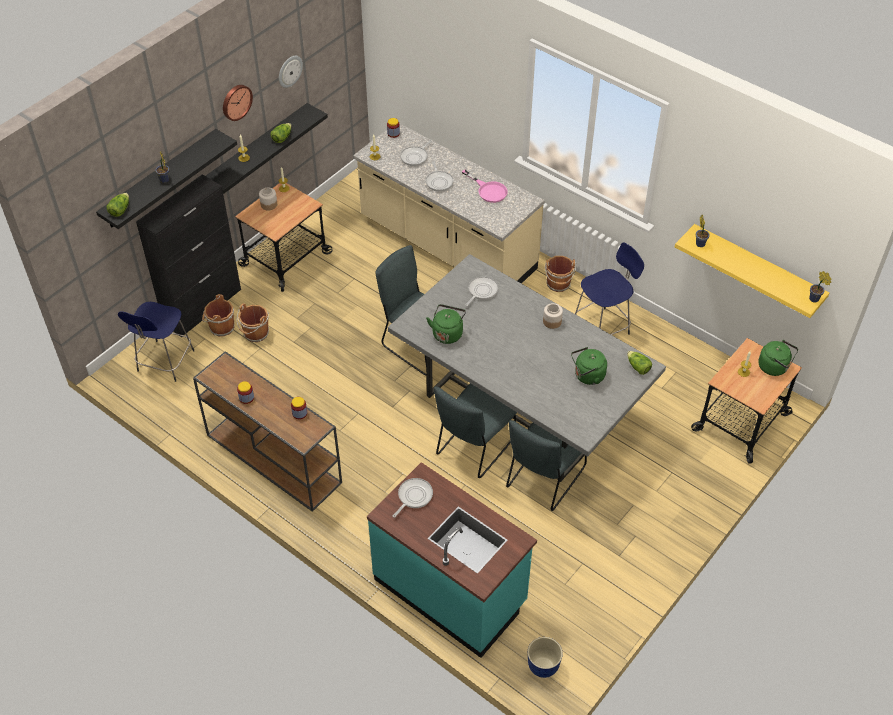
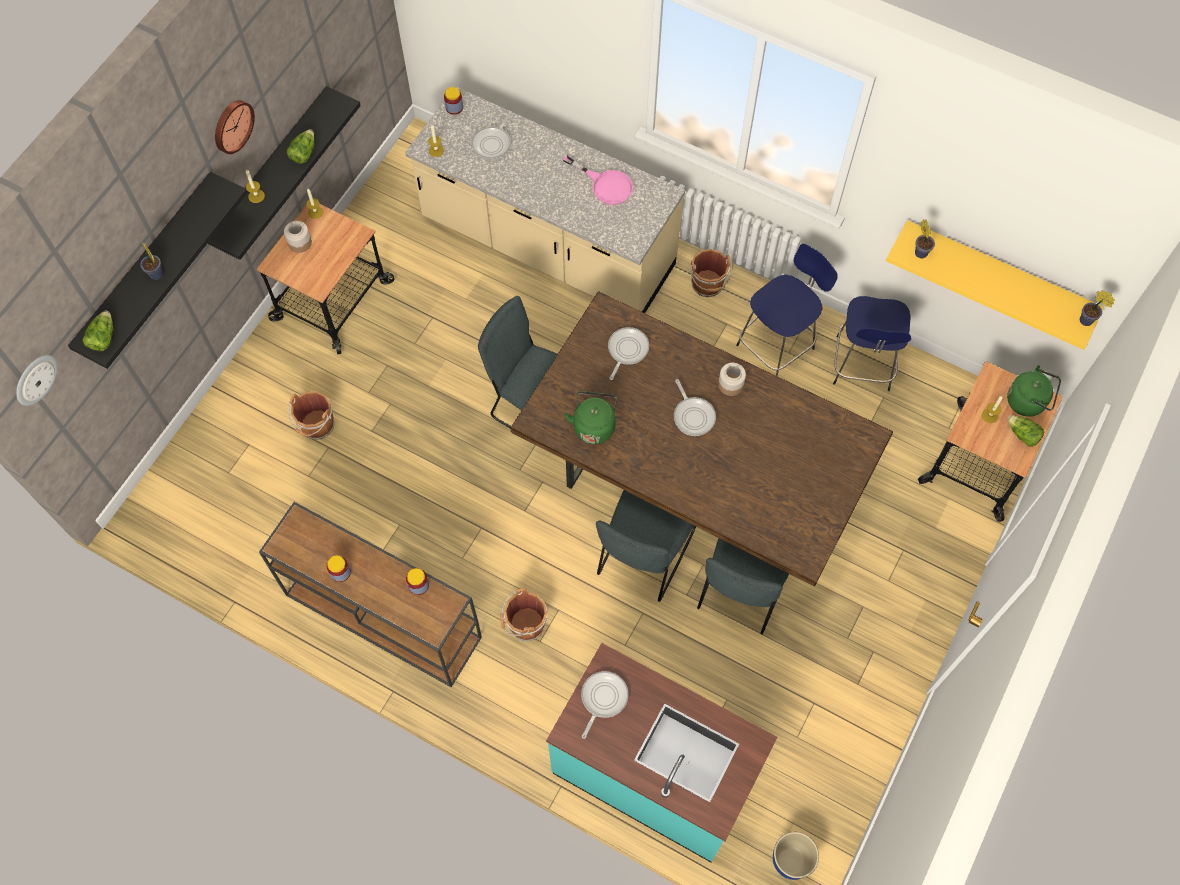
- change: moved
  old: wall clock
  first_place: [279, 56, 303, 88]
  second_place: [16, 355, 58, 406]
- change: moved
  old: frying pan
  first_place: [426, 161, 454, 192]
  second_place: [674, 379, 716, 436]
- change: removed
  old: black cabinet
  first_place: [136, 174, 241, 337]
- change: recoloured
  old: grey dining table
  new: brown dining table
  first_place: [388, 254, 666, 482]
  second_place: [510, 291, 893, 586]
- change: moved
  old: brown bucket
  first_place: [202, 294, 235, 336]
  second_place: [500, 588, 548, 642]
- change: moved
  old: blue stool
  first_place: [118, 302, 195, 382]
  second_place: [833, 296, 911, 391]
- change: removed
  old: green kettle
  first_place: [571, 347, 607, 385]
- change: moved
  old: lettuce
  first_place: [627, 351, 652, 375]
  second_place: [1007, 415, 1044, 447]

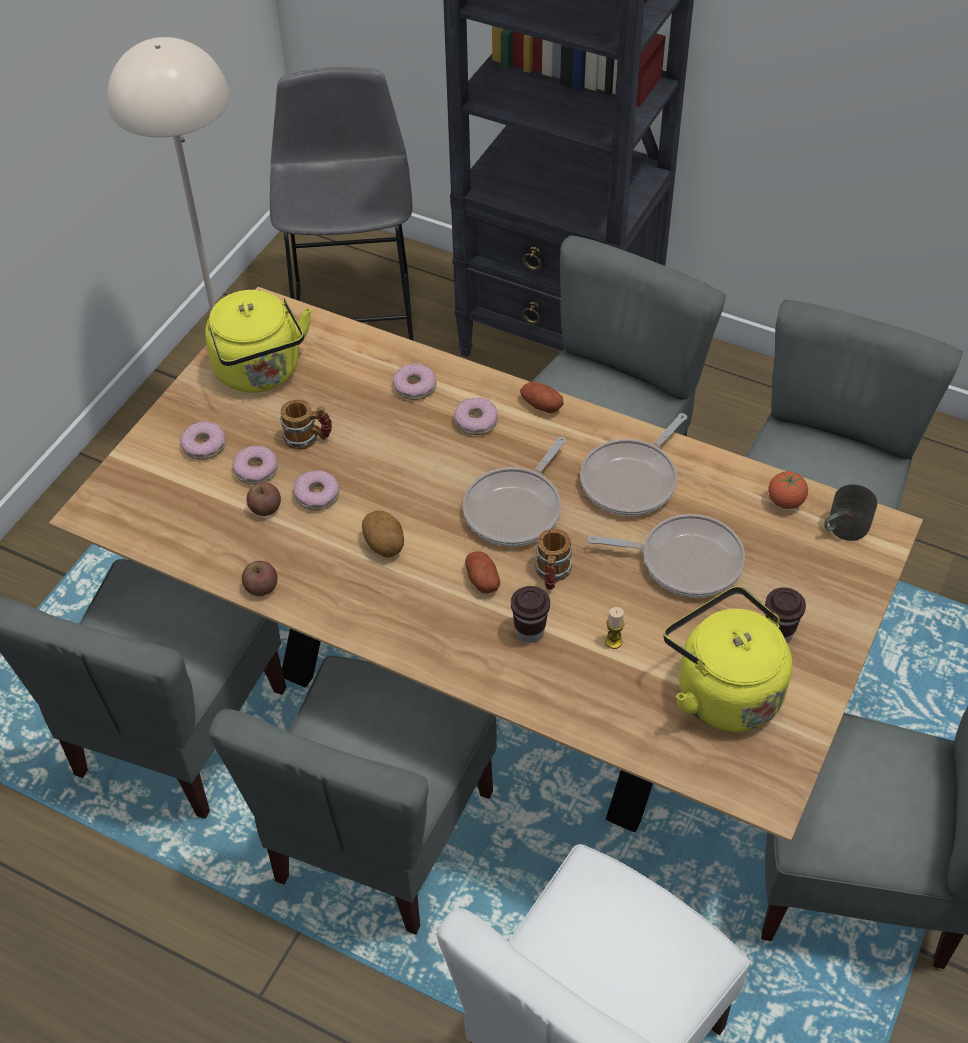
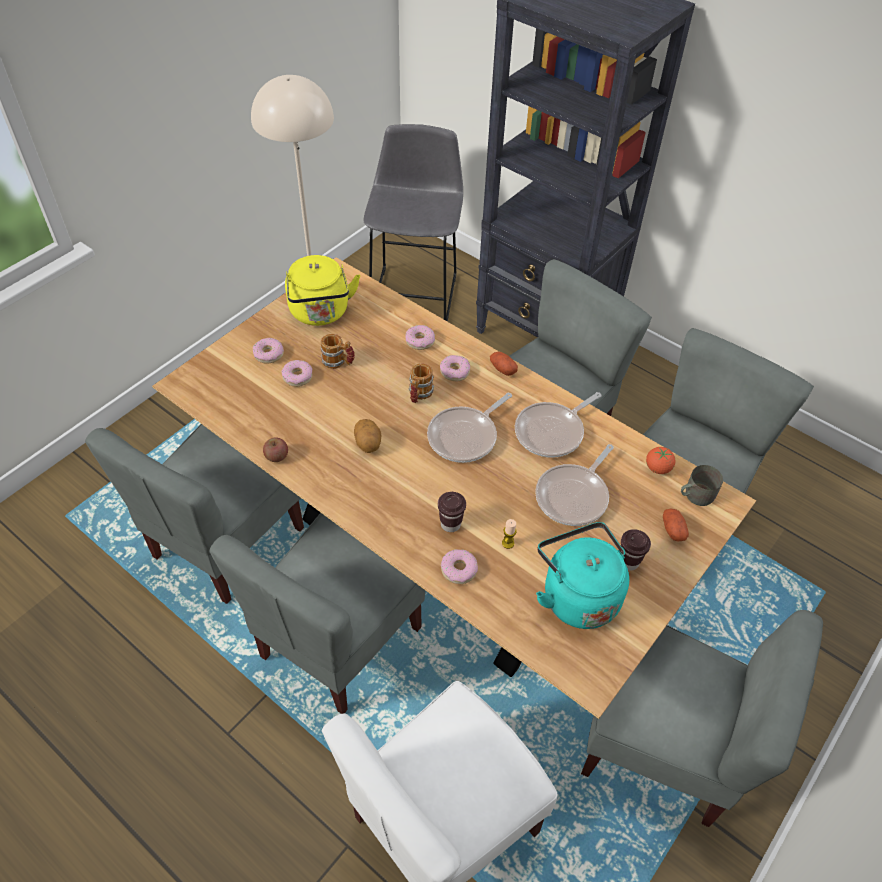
- change: moved
  old: donut
  first_place: [293, 470, 340, 511]
  second_place: [441, 549, 478, 584]
- change: removed
  old: apple
  first_place: [247, 482, 281, 516]
- change: turned
  old: frying pan
  first_place: [588, 514, 745, 597]
  second_place: [535, 444, 614, 526]
  degrees: 105
- change: moved
  old: mug
  first_place: [535, 529, 572, 590]
  second_place: [409, 363, 434, 403]
- change: moved
  old: potato
  first_place: [465, 551, 500, 594]
  second_place: [663, 508, 689, 542]
- change: recoloured
  old: yellow kettle
  new: turquoise kettle
  first_place: [664, 586, 792, 732]
  second_place: [536, 522, 629, 629]

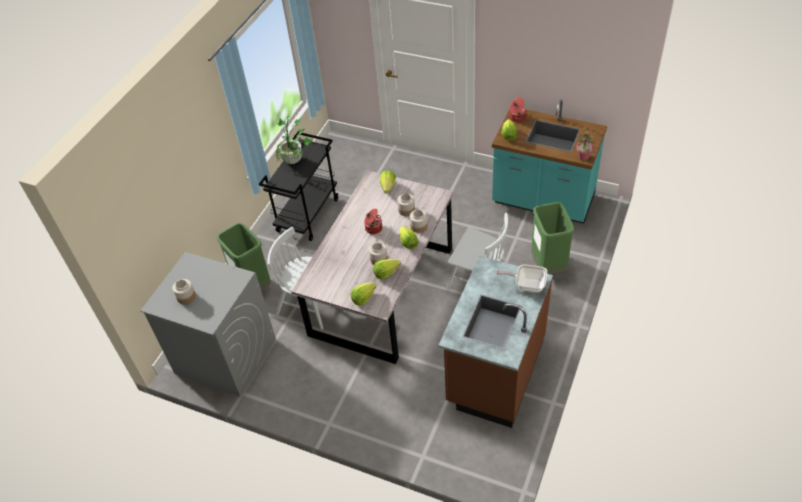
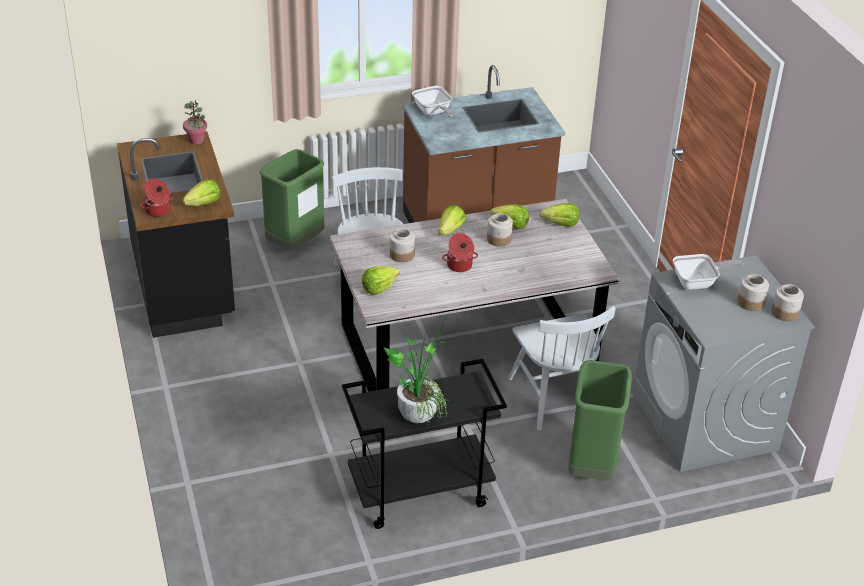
- change: recoloured
  old: turquoise counter
  new: black counter
  first_place: [492, 100, 607, 224]
  second_place: [117, 131, 235, 338]
- change: moved
  old: jar
  first_place: [410, 210, 427, 233]
  second_place: [771, 284, 804, 321]
- change: added
  new: frying pan
  second_place: [673, 254, 744, 290]

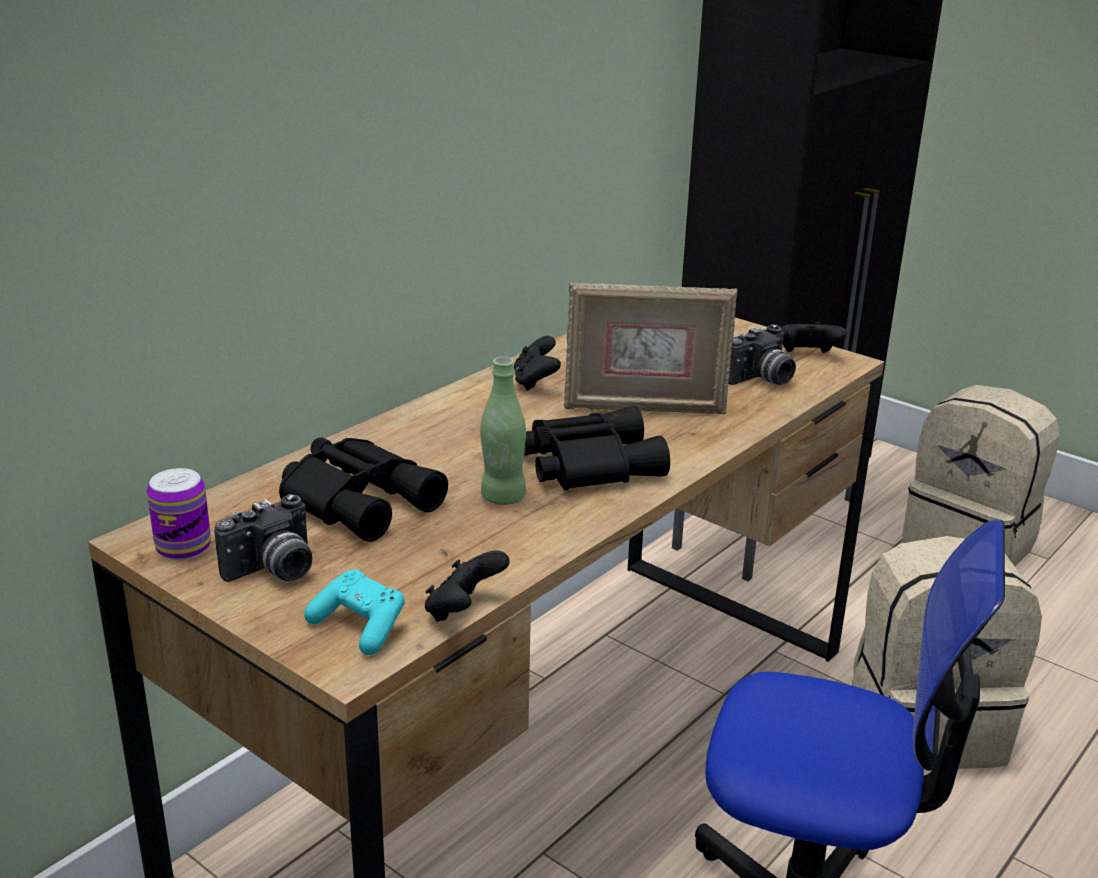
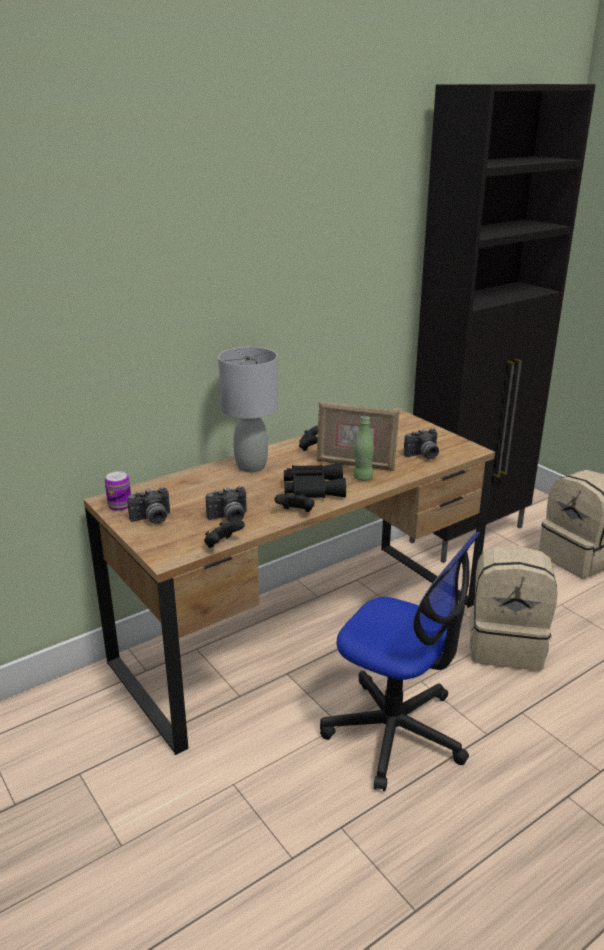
- change: moved
  old: black game controller
  first_place: [781, 322, 847, 353]
  second_place: [274, 494, 315, 512]
- change: moved
  old: green bottle
  first_place: [480, 357, 526, 505]
  second_place: [353, 416, 374, 481]
- change: removed
  old: black binoculars
  first_place: [279, 437, 448, 542]
- change: removed
  old: turquoise game controller
  first_place: [304, 569, 405, 655]
- change: added
  new: grey table lamp
  second_place: [218, 347, 278, 472]
- change: added
  new: photo camera
  second_place: [205, 486, 247, 522]

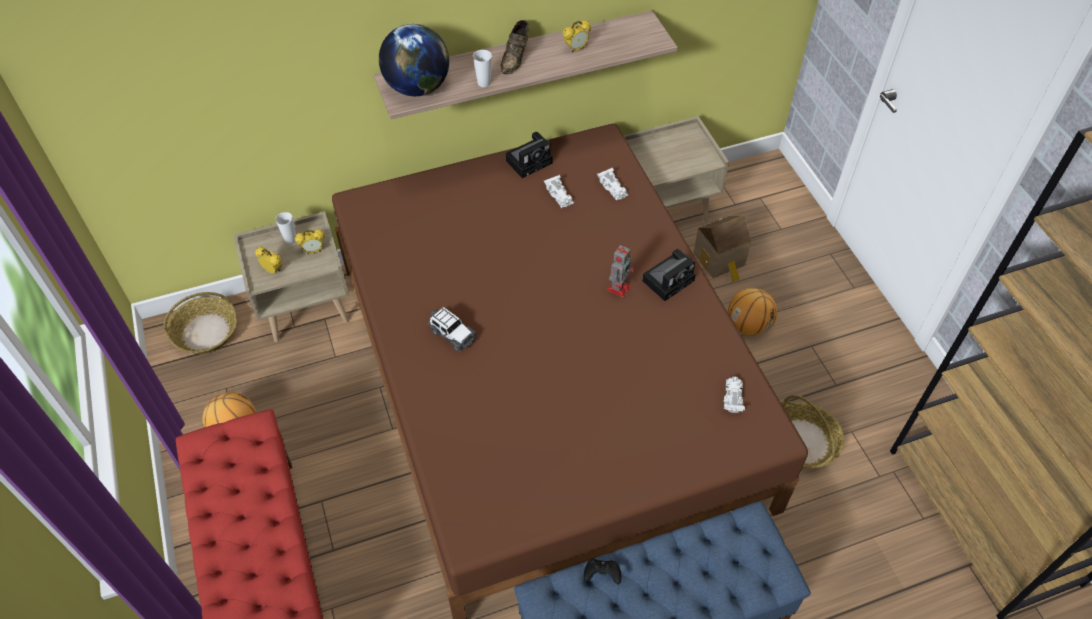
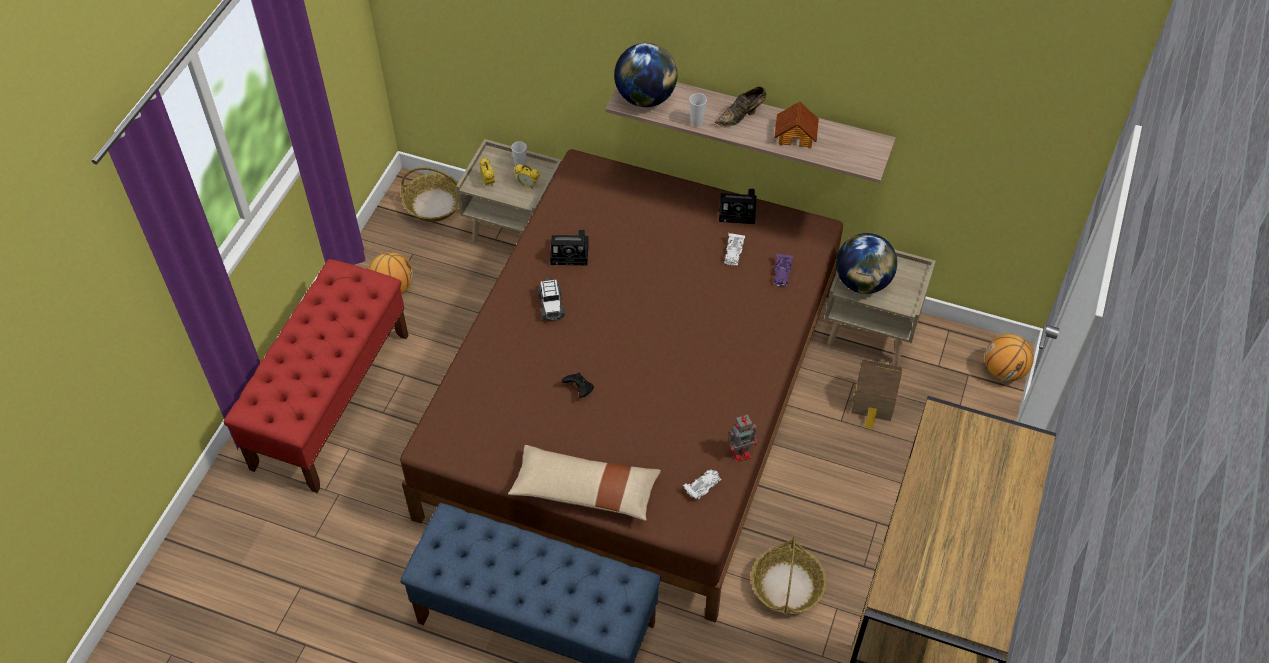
- change: replaced
  old: alarm clock
  new: toy house
  first_place: [563, 20, 591, 53]
  second_place: [774, 101, 819, 148]
- change: recoloured
  old: white toy car
  new: purple toy car
  first_place: [597, 168, 628, 201]
  second_place: [773, 253, 793, 286]
- change: moved
  old: toy robot
  first_place: [607, 245, 634, 298]
  second_place: [729, 415, 757, 462]
- change: moved
  old: photo camera
  first_place: [642, 249, 695, 301]
  second_place: [550, 230, 589, 265]
- change: moved
  old: basketball
  first_place: [728, 288, 777, 336]
  second_place: [985, 334, 1034, 381]
- change: moved
  old: black game controller
  first_place: [584, 558, 621, 584]
  second_place: [562, 373, 594, 398]
- change: added
  new: globe
  second_place: [836, 233, 897, 294]
- change: added
  new: beige pillow
  second_place: [508, 445, 661, 521]

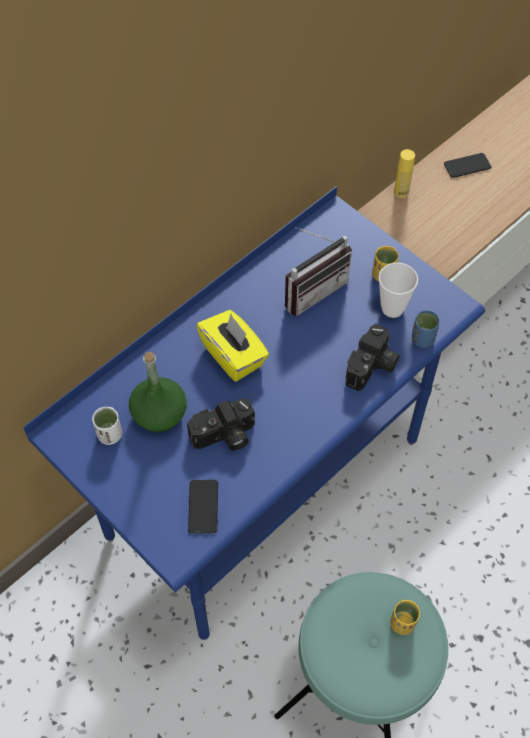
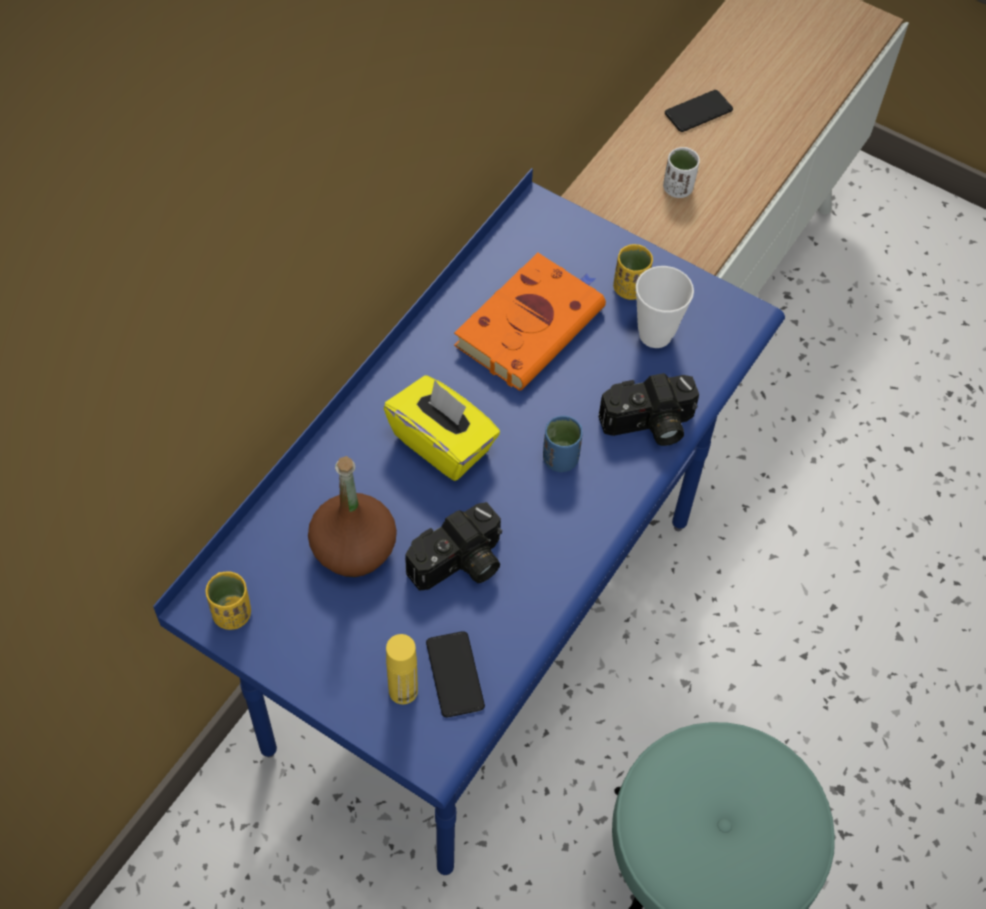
- change: moved
  old: yellow bottle
  first_place: [394, 149, 415, 198]
  second_place: [386, 634, 418, 704]
- change: replaced
  old: radio
  new: orange book
  first_place: [285, 227, 352, 316]
  second_place: [454, 253, 606, 391]
- change: moved
  old: blue cup
  first_place: [412, 310, 440, 348]
  second_place: [543, 416, 583, 472]
- change: turned
  old: photo camera
  first_place: [346, 324, 400, 391]
  second_place: [599, 373, 699, 446]
  degrees: 60
- change: recoloured
  old: green bottle
  new: brown bottle
  first_place: [129, 352, 187, 432]
  second_place: [308, 456, 397, 577]
- change: moved
  old: white cup
  first_place: [92, 407, 122, 445]
  second_place: [663, 147, 700, 198]
- change: moved
  old: yellow cup
  first_place: [390, 600, 420, 635]
  second_place: [205, 571, 251, 630]

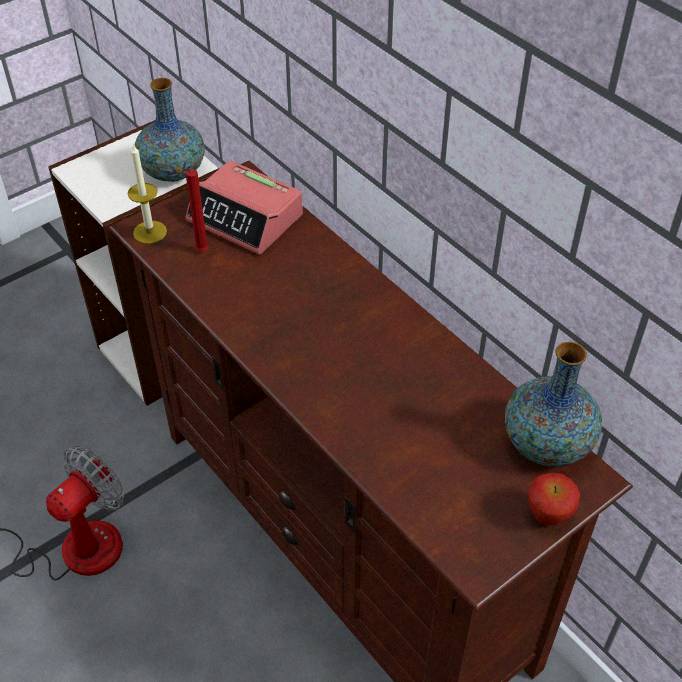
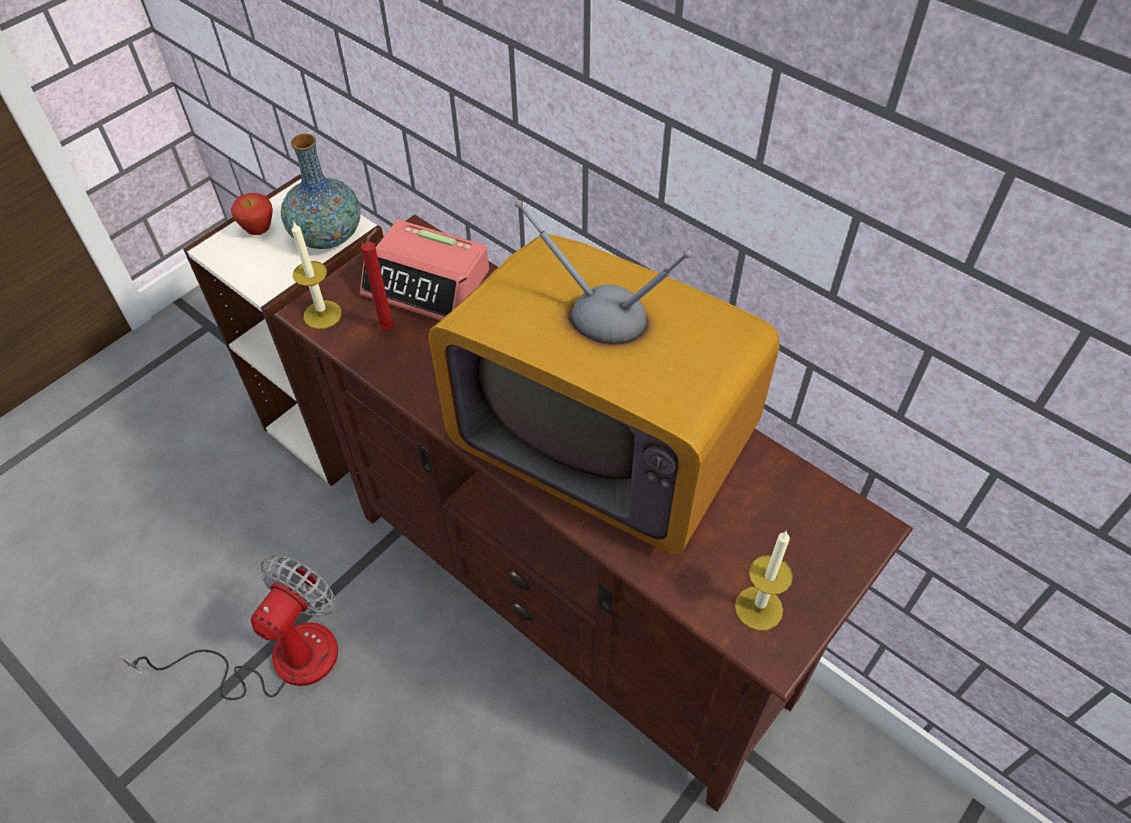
- change: removed
  old: vase
  first_place: [505, 342, 602, 467]
- change: moved
  old: apple
  first_place: [527, 473, 580, 526]
  second_place: [231, 193, 273, 235]
- change: added
  new: television
  second_place: [428, 200, 780, 553]
- change: added
  new: candle
  second_place: [735, 530, 793, 631]

